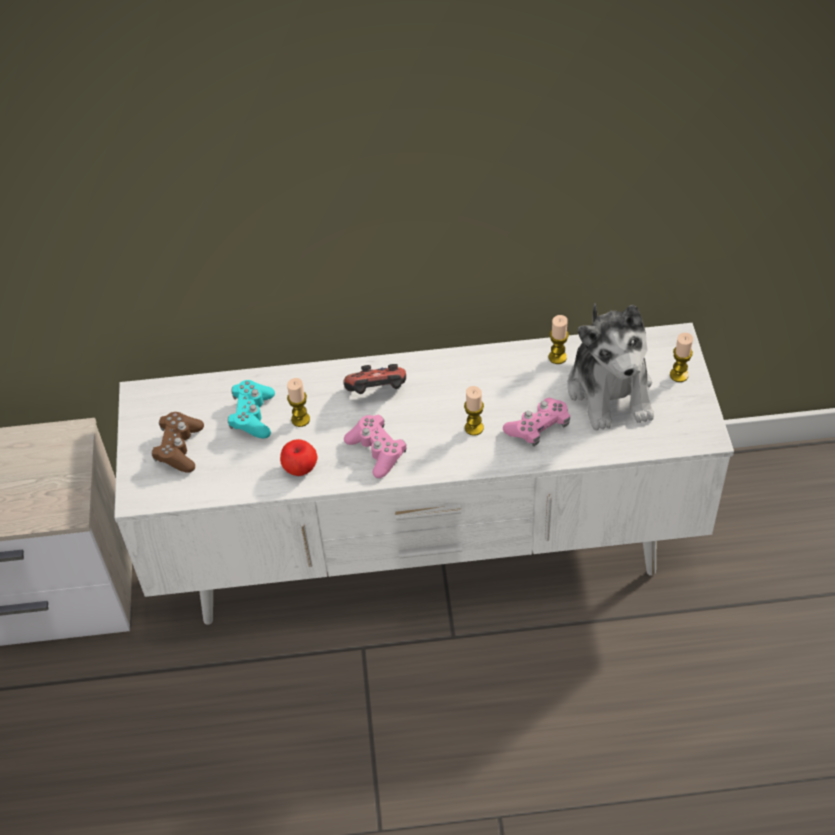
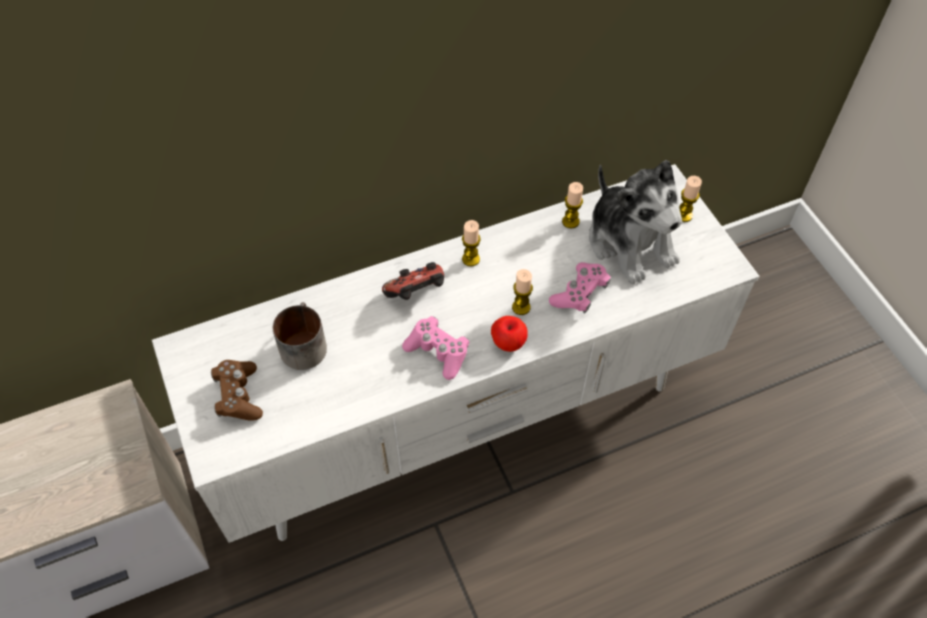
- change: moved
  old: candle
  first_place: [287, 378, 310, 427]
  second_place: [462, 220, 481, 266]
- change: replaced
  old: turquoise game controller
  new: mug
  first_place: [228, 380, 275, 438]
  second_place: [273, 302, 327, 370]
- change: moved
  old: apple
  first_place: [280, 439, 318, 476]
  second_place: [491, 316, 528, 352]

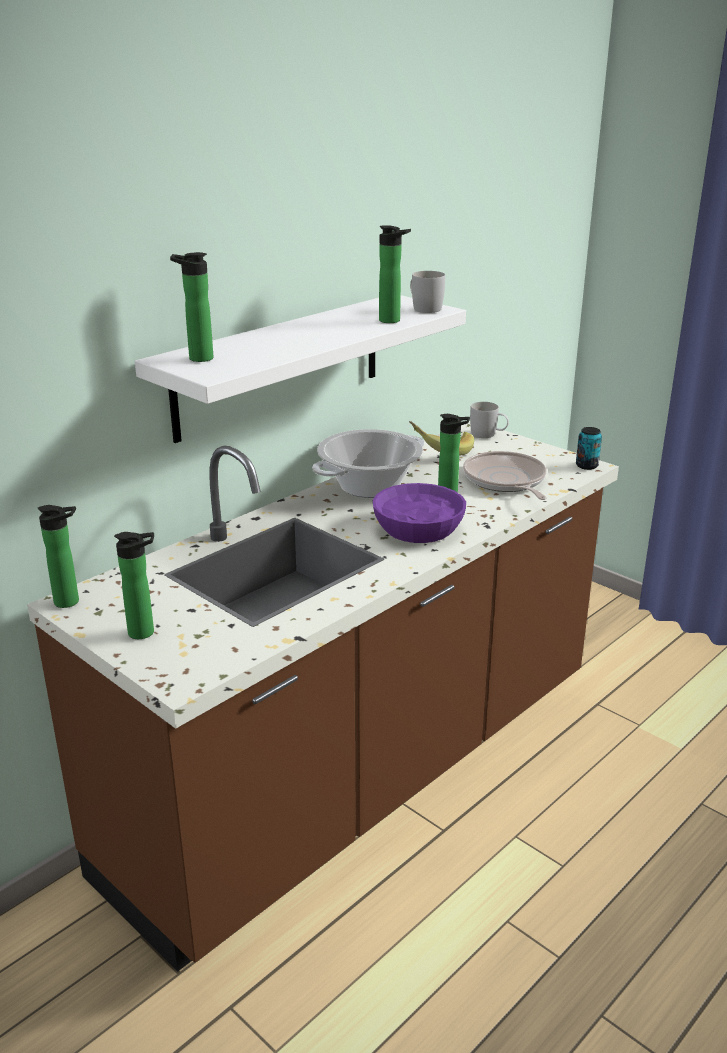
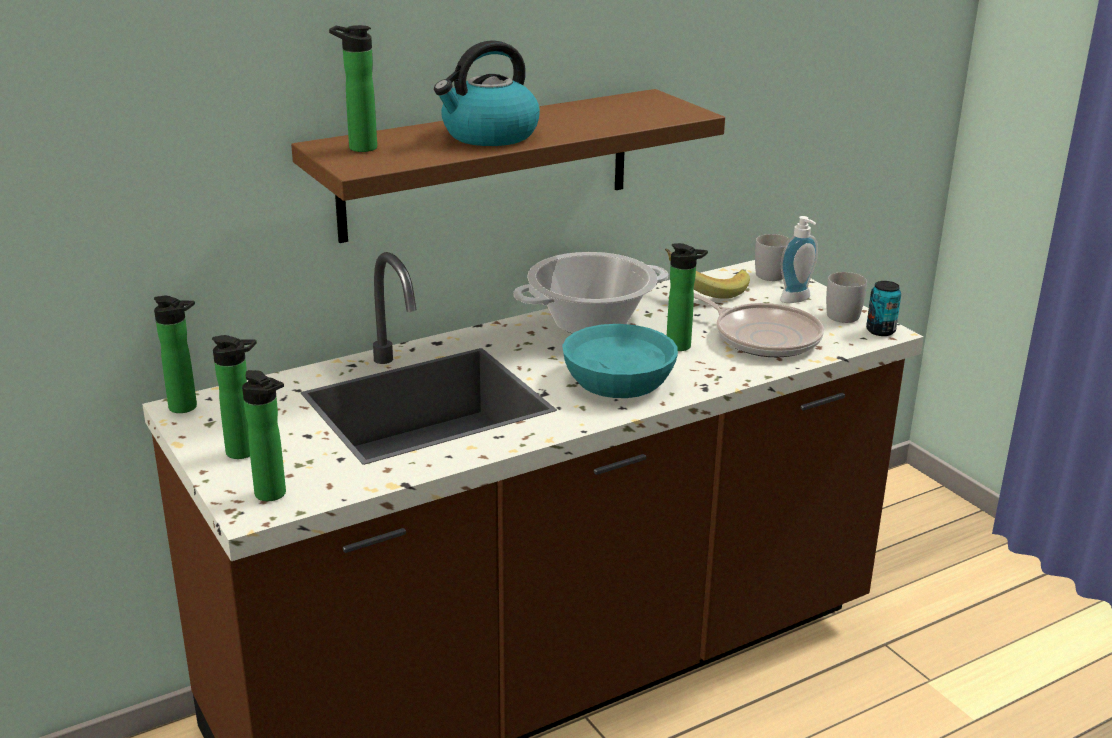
- change: moved
  old: bottle
  first_place: [379, 225, 411, 323]
  second_place: [242, 370, 286, 501]
- change: moved
  old: white mug
  first_place: [410, 271, 445, 313]
  second_place: [826, 272, 867, 323]
- change: recoloured
  old: white shelf
  new: brown shelf
  first_place: [135, 295, 466, 443]
  second_place: [291, 89, 725, 243]
- change: turned
  old: frying pan
  first_place: [463, 451, 547, 500]
  second_place: [694, 293, 824, 357]
  degrees: 135
- change: recoloured
  old: purple bowl
  new: turquoise bowl
  first_place: [373, 483, 466, 543]
  second_place: [562, 324, 678, 398]
- change: added
  new: kettle
  second_place: [434, 40, 540, 146]
- change: added
  new: soap dispenser
  second_place: [780, 216, 818, 303]

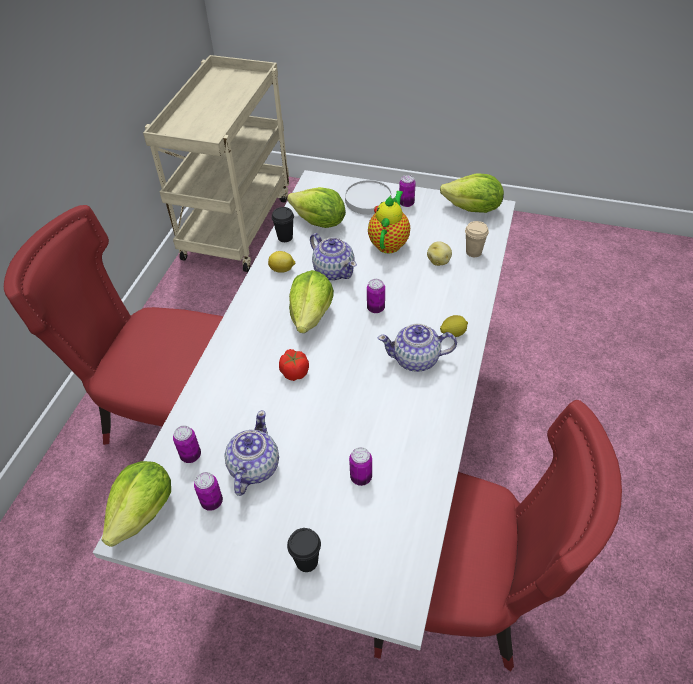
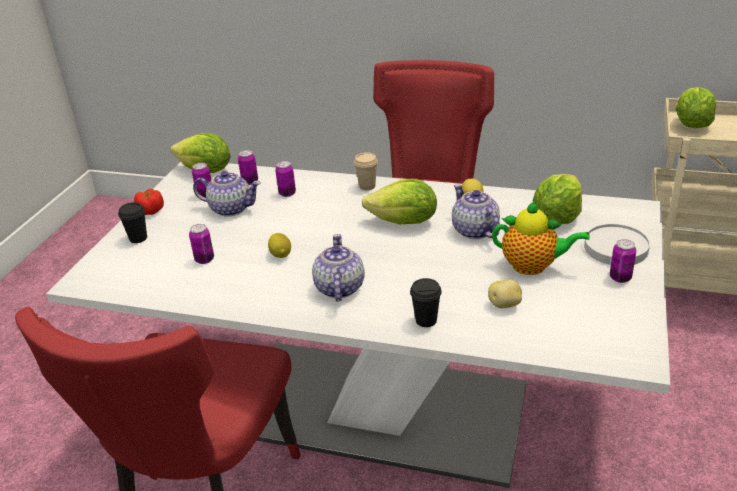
- change: moved
  old: lettuce
  first_place: [440, 174, 504, 213]
  second_place: [676, 87, 716, 128]
- change: moved
  old: black cup
  first_place: [272, 207, 294, 242]
  second_place: [410, 278, 442, 327]
- change: moved
  old: beige cup
  first_place: [465, 221, 489, 257]
  second_place: [354, 152, 378, 190]
- change: turned
  old: teapot
  first_place: [310, 233, 357, 281]
  second_place: [452, 184, 500, 239]
  degrees: 105
- change: moved
  old: can
  first_place: [367, 279, 385, 313]
  second_place: [275, 161, 296, 197]
- change: moved
  old: lemon
  first_place: [440, 315, 468, 337]
  second_place: [268, 233, 291, 258]
- change: moved
  old: tomato
  first_place: [279, 349, 309, 381]
  second_place: [134, 189, 164, 215]

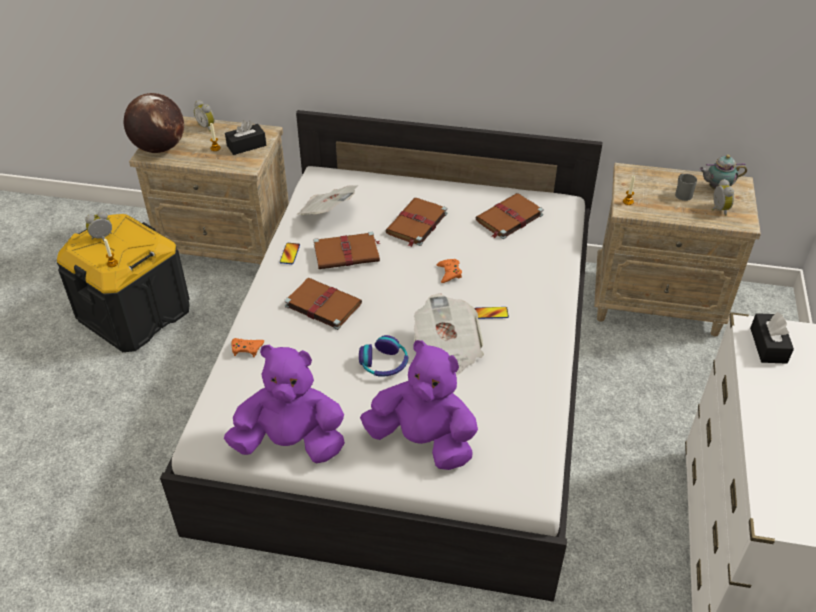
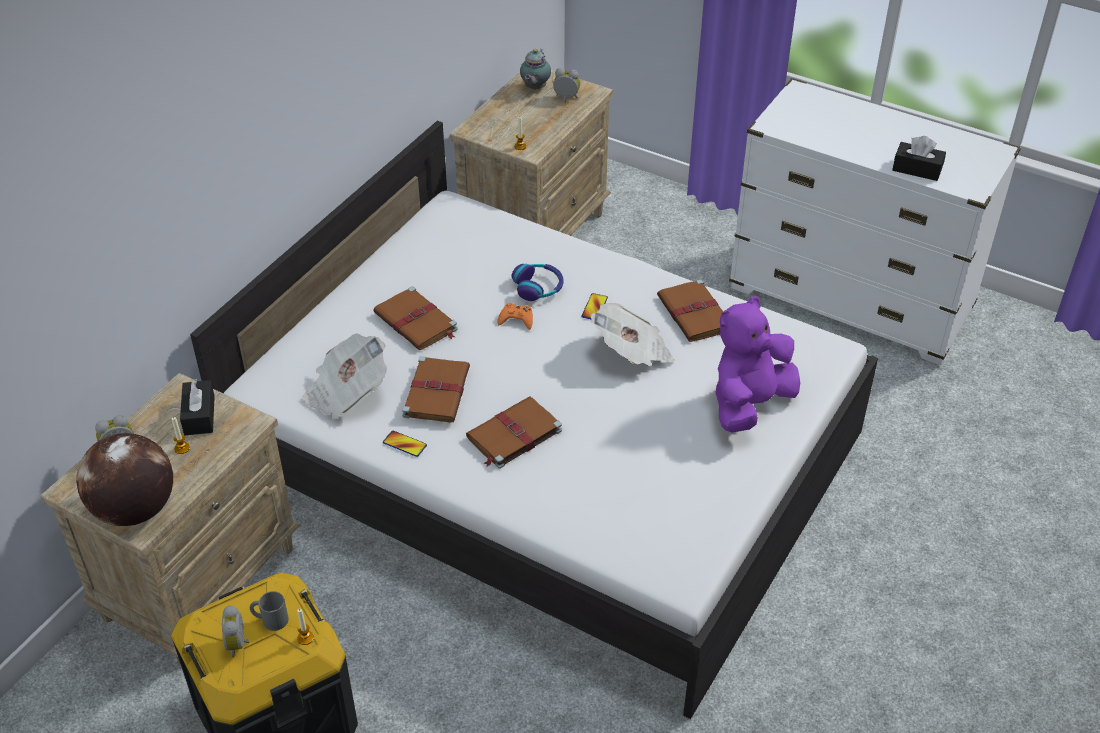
- change: moved
  old: grey mug
  first_place: [675, 174, 697, 201]
  second_place: [250, 591, 289, 631]
- change: moved
  old: brown book
  first_place: [476, 193, 544, 239]
  second_place: [657, 279, 723, 342]
- change: moved
  old: black tissue box
  first_place: [750, 312, 794, 364]
  second_place: [892, 136, 946, 181]
- change: moved
  old: headphones
  first_place: [359, 335, 408, 377]
  second_place: [512, 264, 563, 301]
- change: removed
  old: orange game controller
  first_place: [231, 338, 264, 357]
- change: removed
  old: purple plush toy
  first_place: [224, 345, 345, 463]

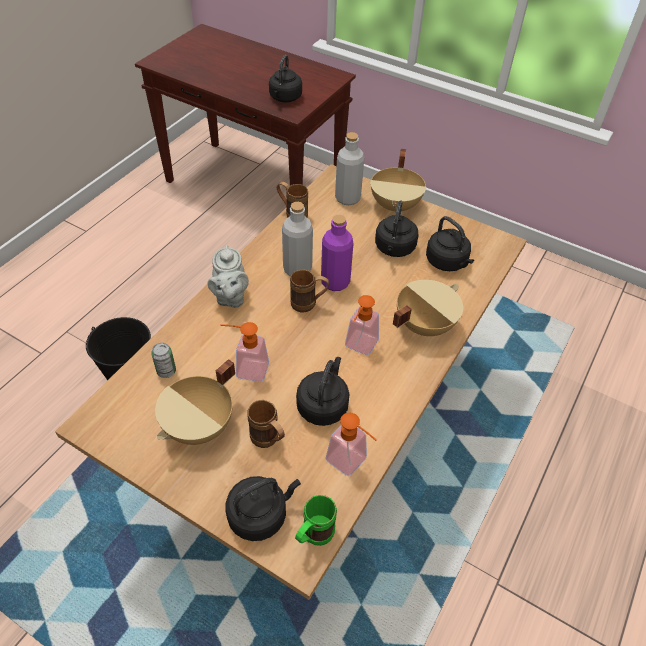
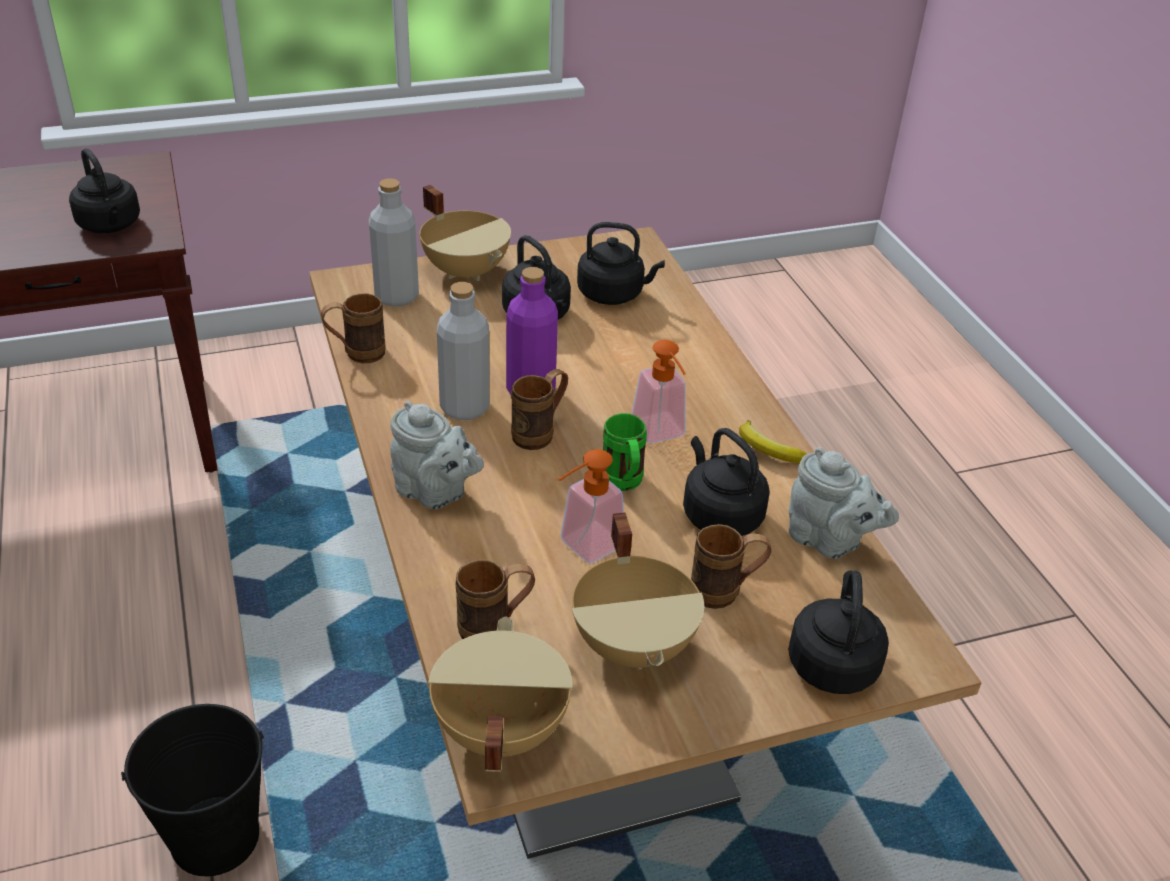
- change: moved
  old: beige cooking pot
  first_place: [393, 280, 463, 336]
  second_place: [428, 617, 573, 772]
- change: replaced
  old: can
  new: brown mug
  first_place: [151, 343, 176, 378]
  second_place: [456, 560, 535, 639]
- change: replaced
  old: soap dispenser
  new: grey teapot
  first_place: [325, 413, 377, 476]
  second_place: [789, 447, 899, 559]
- change: moved
  old: green mug
  first_place: [295, 495, 337, 546]
  second_place: [603, 413, 647, 491]
- change: added
  new: banana
  second_place: [739, 420, 807, 463]

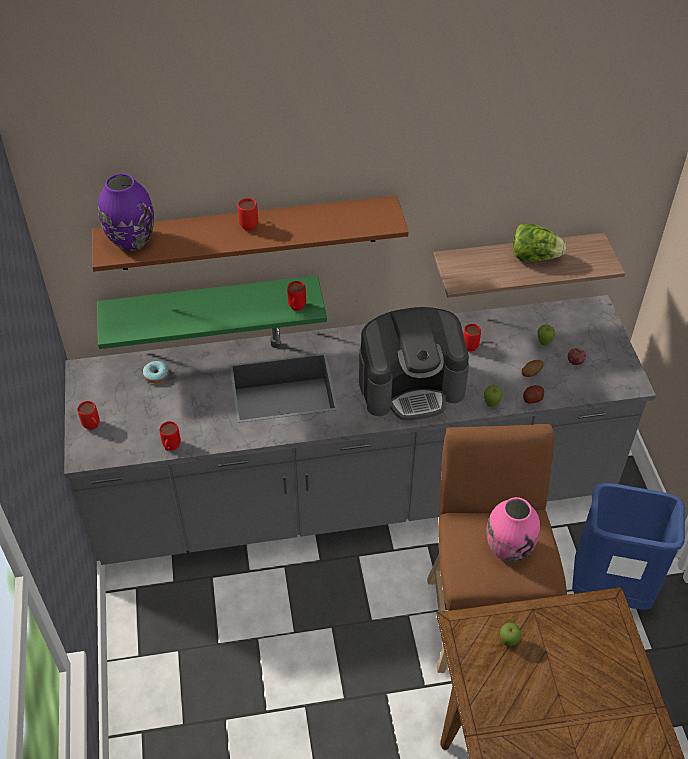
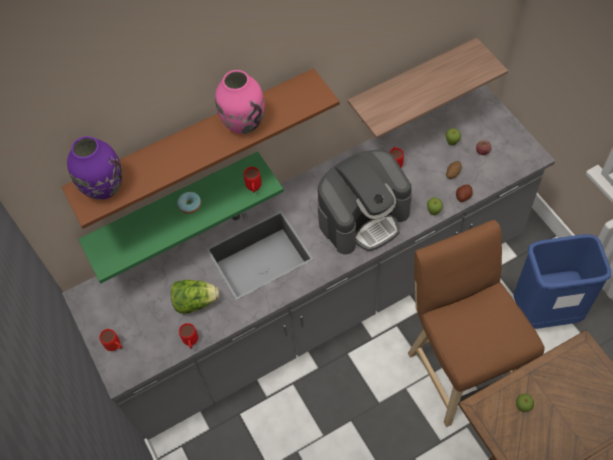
- change: removed
  old: red mug
  first_place: [237, 198, 258, 231]
- change: moved
  old: lettuce
  first_place: [513, 223, 566, 261]
  second_place: [171, 279, 219, 314]
- change: moved
  old: donut
  first_place: [143, 361, 169, 383]
  second_place: [177, 192, 201, 214]
- change: moved
  old: pink vase
  first_place: [486, 497, 540, 562]
  second_place: [215, 70, 265, 134]

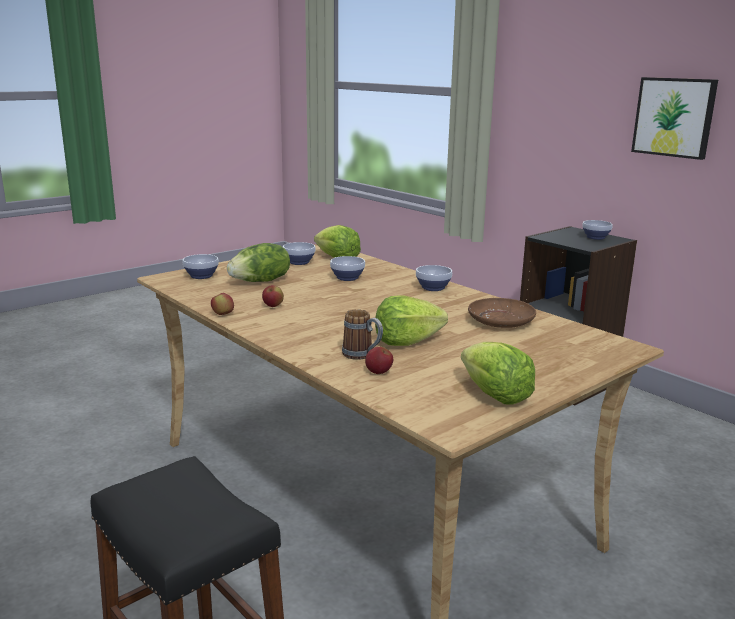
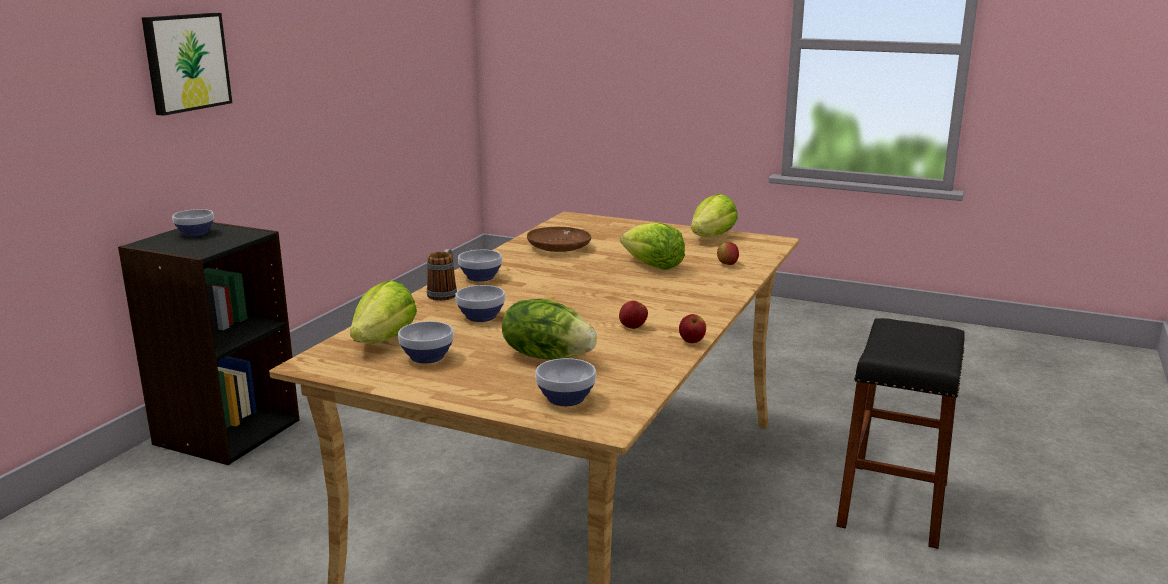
- change: moved
  old: mug
  first_place: [342, 309, 383, 360]
  second_place: [427, 249, 457, 301]

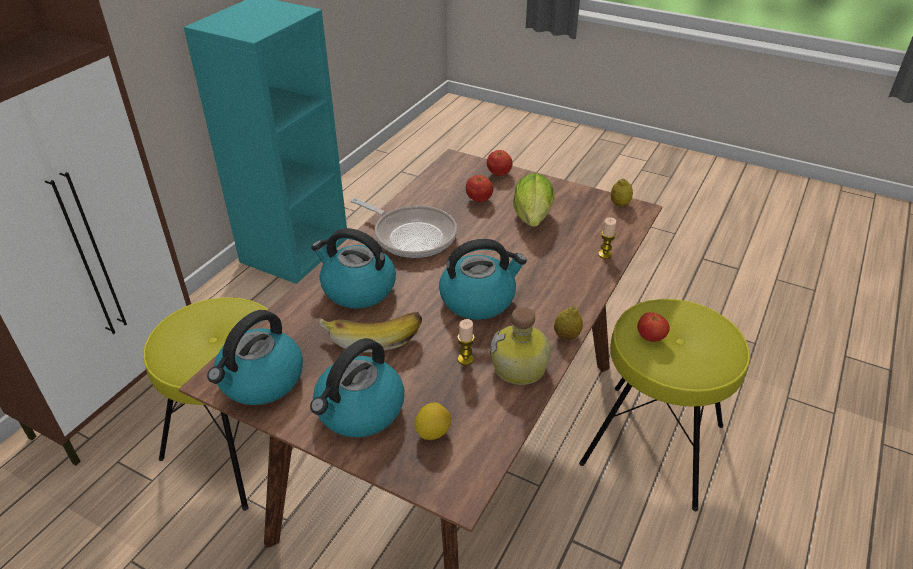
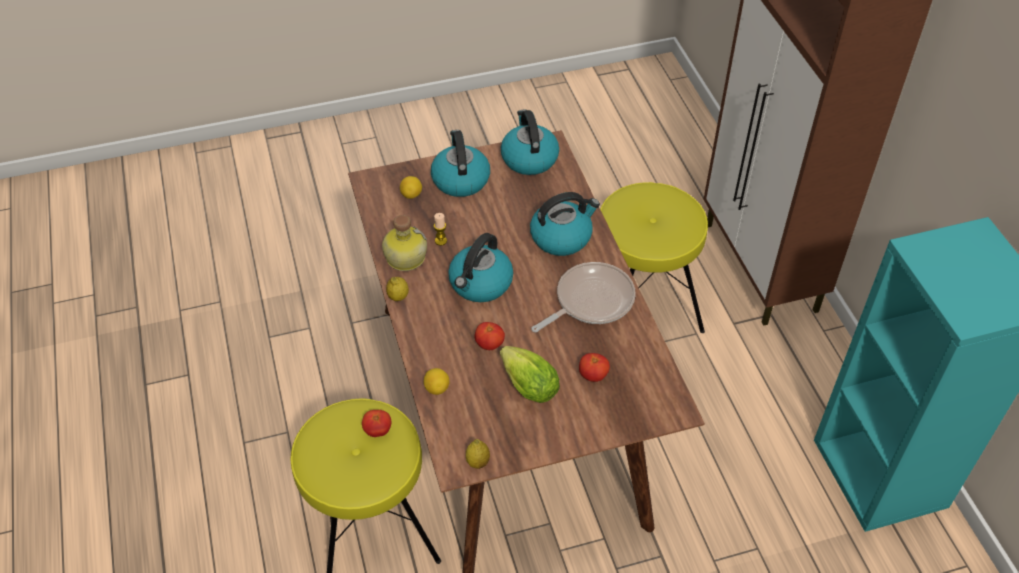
- change: moved
  old: tomato
  first_place: [487, 150, 513, 176]
  second_place: [474, 322, 505, 350]
- change: turned
  old: frying pan
  first_place: [351, 198, 457, 258]
  second_place: [531, 262, 636, 332]
  degrees: 150
- change: replaced
  old: candle
  new: lemon
  first_place: [598, 217, 616, 259]
  second_place: [424, 368, 450, 395]
- change: removed
  old: banana
  first_place: [319, 312, 422, 352]

